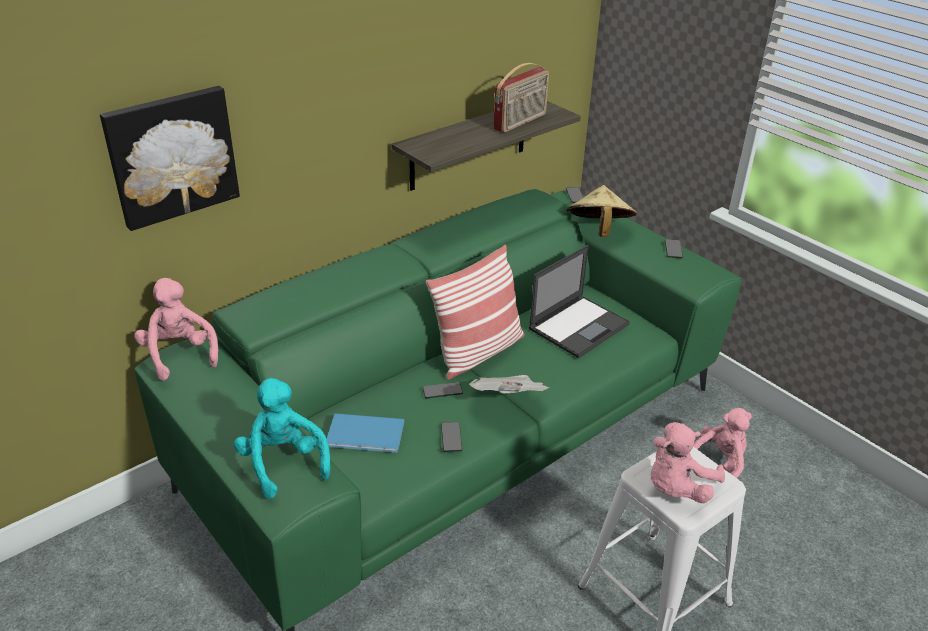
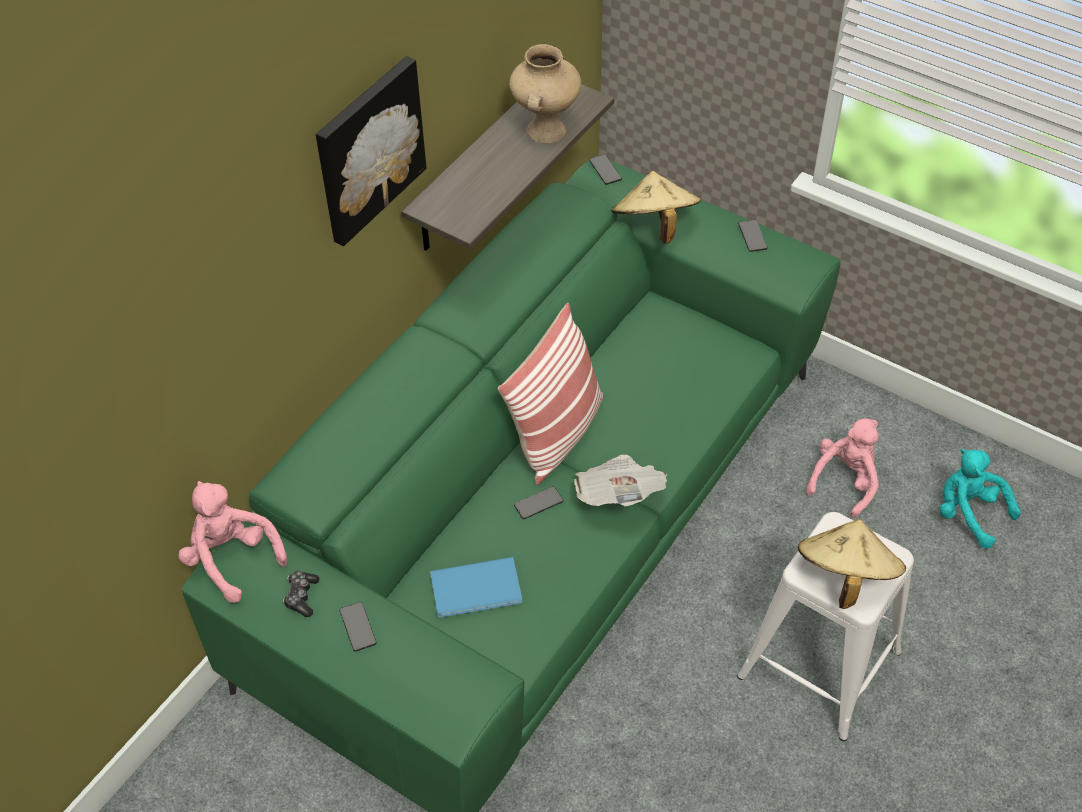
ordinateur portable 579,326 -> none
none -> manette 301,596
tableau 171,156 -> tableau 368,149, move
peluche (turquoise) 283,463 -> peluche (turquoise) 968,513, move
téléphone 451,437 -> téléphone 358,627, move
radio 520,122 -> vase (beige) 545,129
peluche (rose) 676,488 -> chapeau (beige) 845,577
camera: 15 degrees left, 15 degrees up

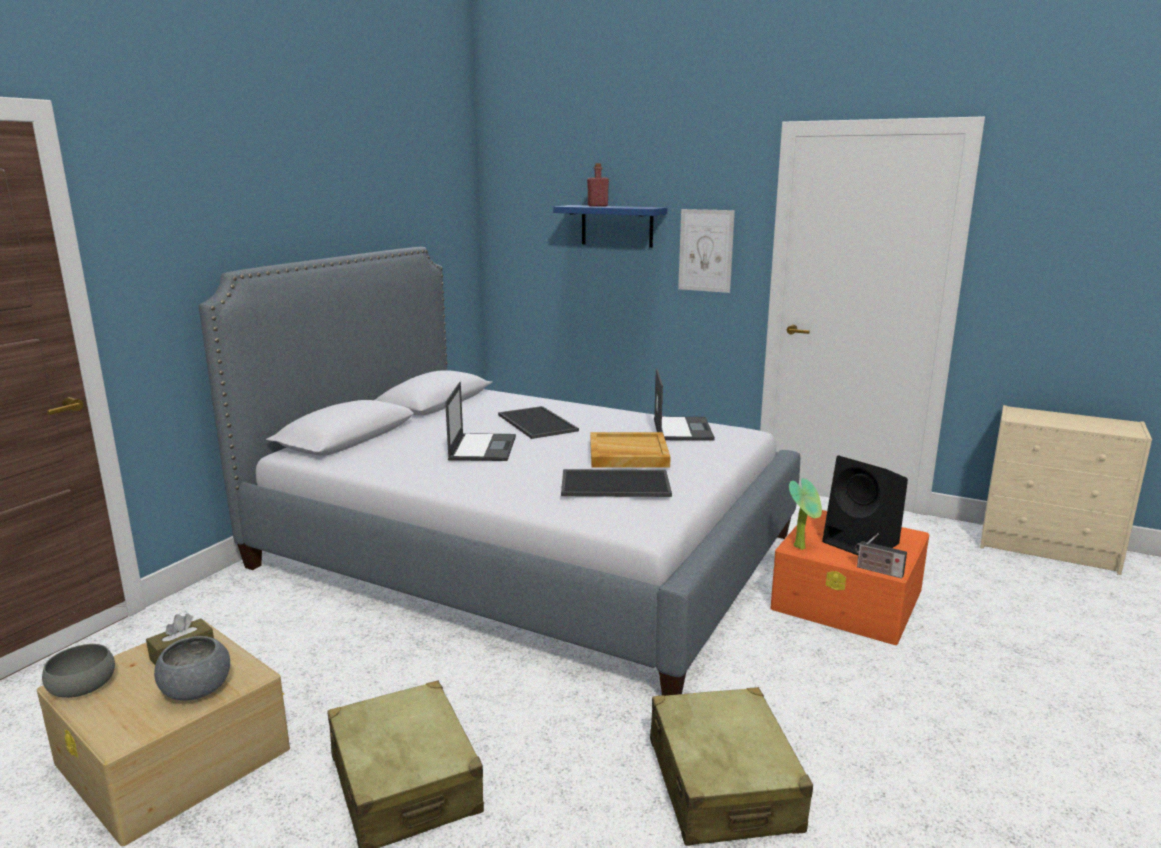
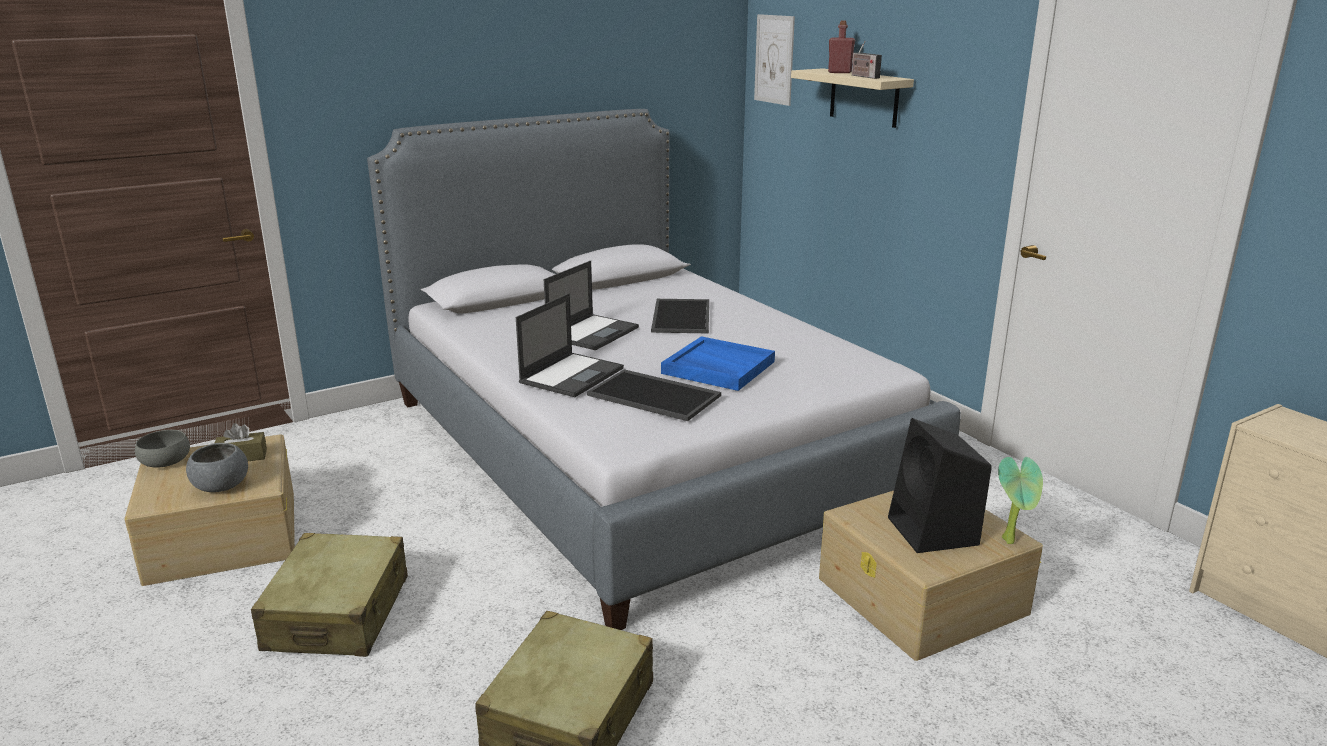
ordinateur portable 682,429 -> ordinateur portable 572,375, move
tableau 706,250 -> tableau 774,59, move
plante en pot 802,547 -> plante en pot 1011,541, move
radio 877,571 -> radio 863,76, move
étagère (bleu) 617,226 -> étagère (beige) 864,97
plateau (beige) 627,454 -> plateau (bleu) 717,367
boîte de rangement (orange) 848,600 -> boîte de rangement (beige) 922,596
camera: 30 degrees right, 5 degrees up

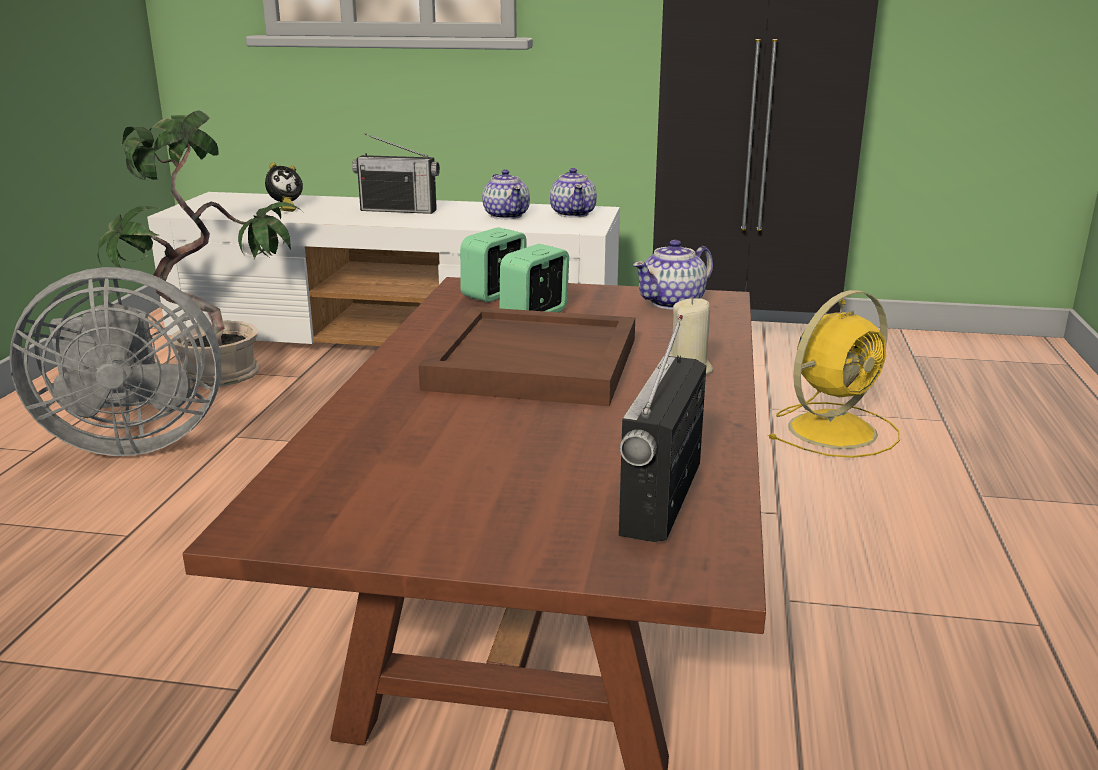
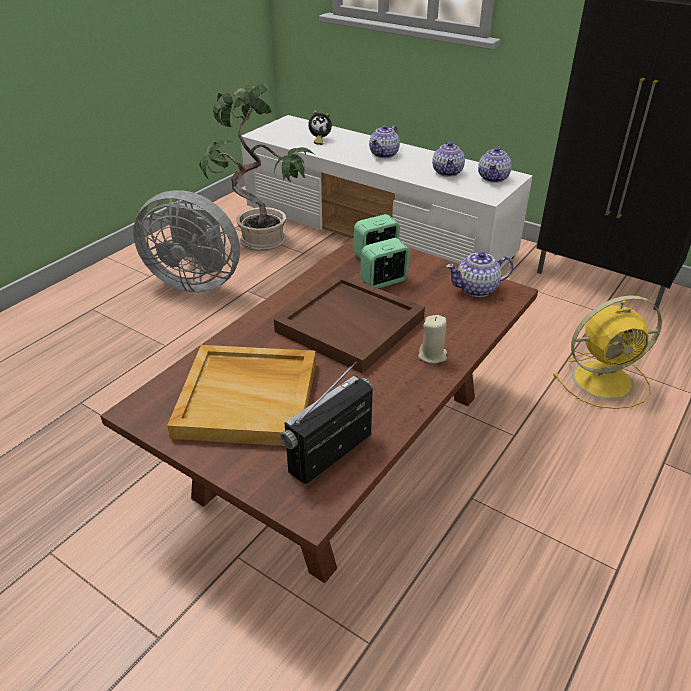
none -> plateau (beige) 249,397
radio 399,210 -> théière 384,154
camera: 25 degrees right, 15 degrees up

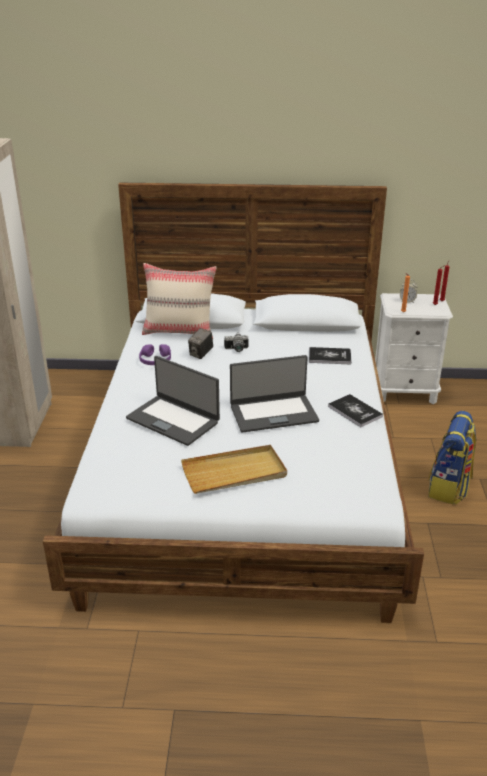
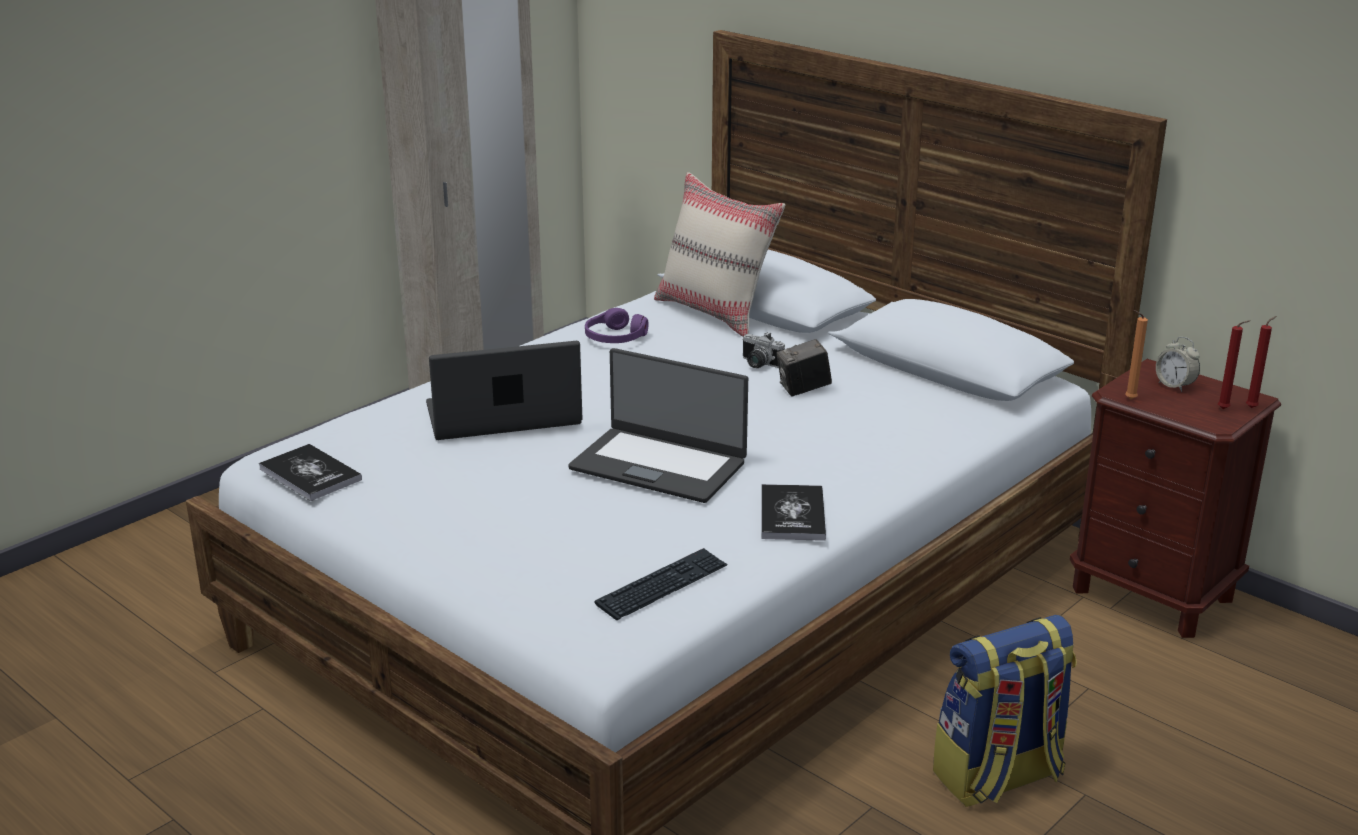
plateau (beige) 234,473 -> none
none -> clavier 662,586
appareil photo 201,354 -> appareil photo 803,389, move
livre 329,357 -> livre 310,474, move
table de chevet (blanc) 404,391 -> table de chevet (marron) 1152,594
ordinateur portable 173,420 -> ordinateur portable 503,416, 90 degrees clockwise
camera: 40 degrees right, 5 degrees down

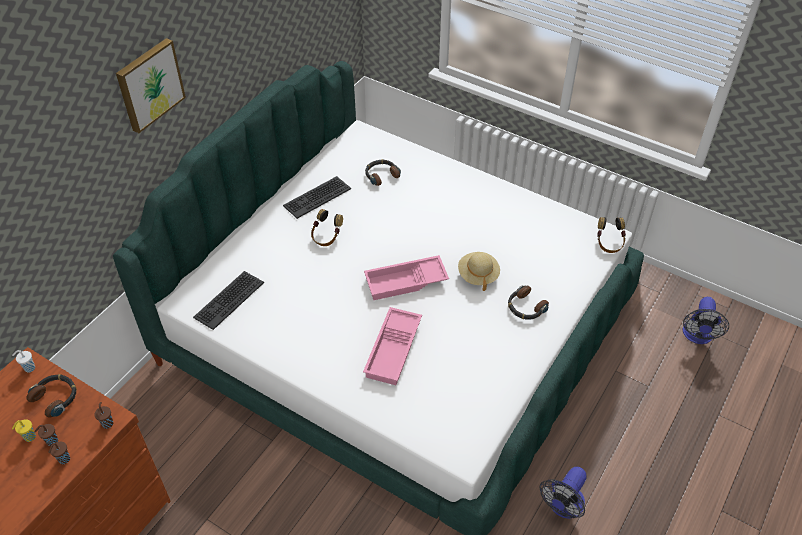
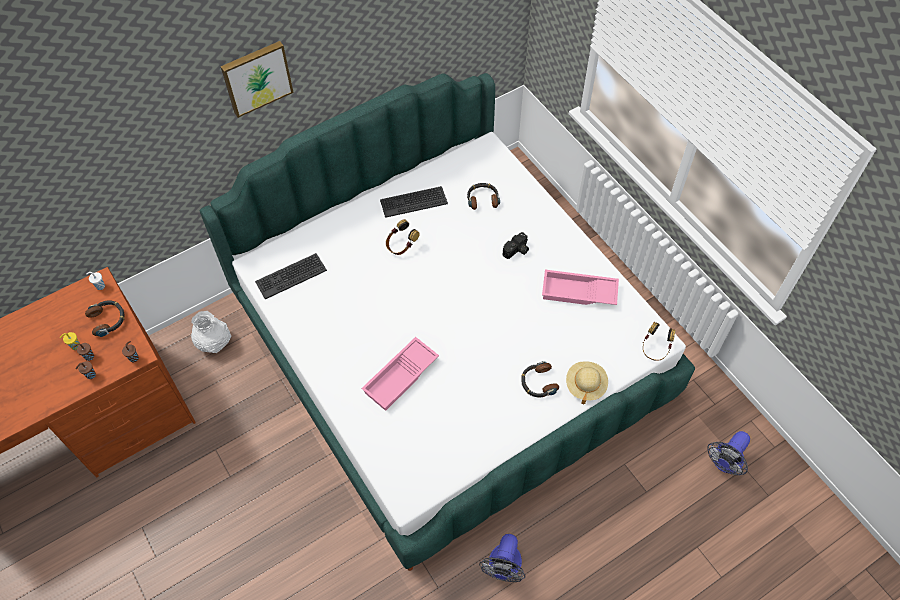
none -> vase (blanc) 214,343
none -> appareil photo 516,251
plateau (rose) 405,282 -> plateau (rose) 578,293, move
chapeau (beige) 478,275 -> chapeau (beige) 585,385, move
ventilateur 563,507 -> ventilateur 503,567, 45 degrees counterclockwise
camera: 25 degrees right, 10 degrees up

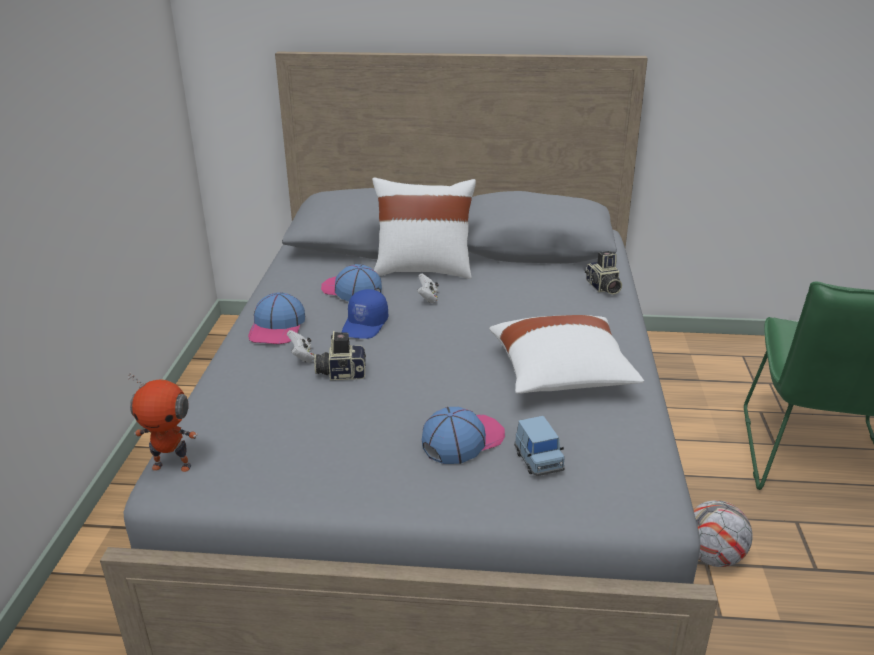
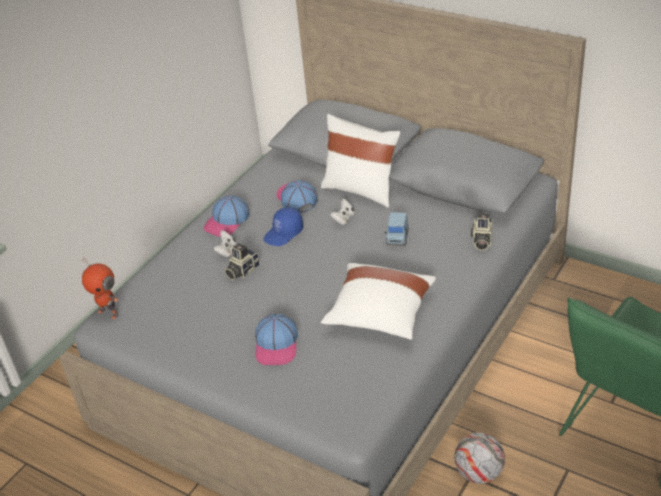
petite voiture (bleu) 538,461 -> petite voiture (bleu) 397,237, move
appareil photo 341,372 -> appareil photo 241,271, 75 degrees counterclockwise
casquette 462,440 -> casquette 277,345, 105 degrees clockwise
camera: 30 degrees right, 10 degrees up

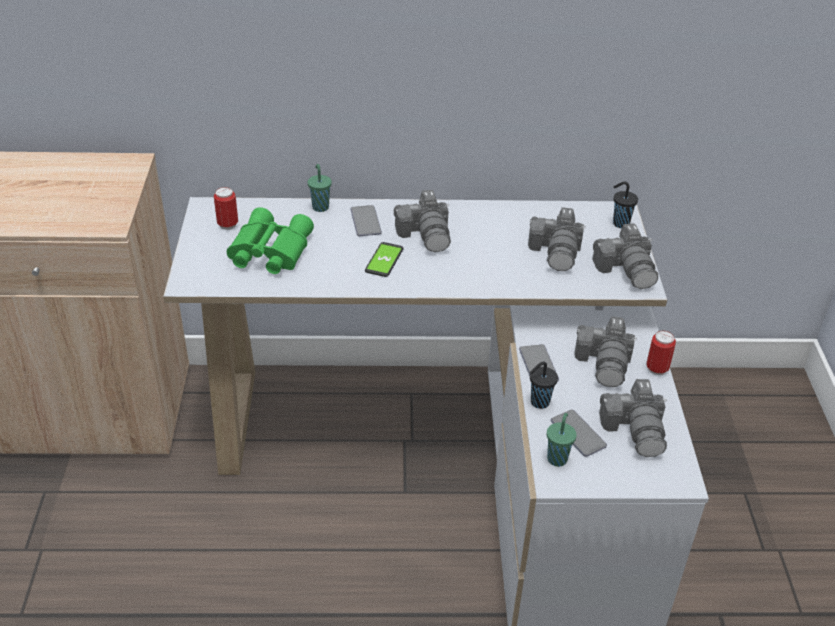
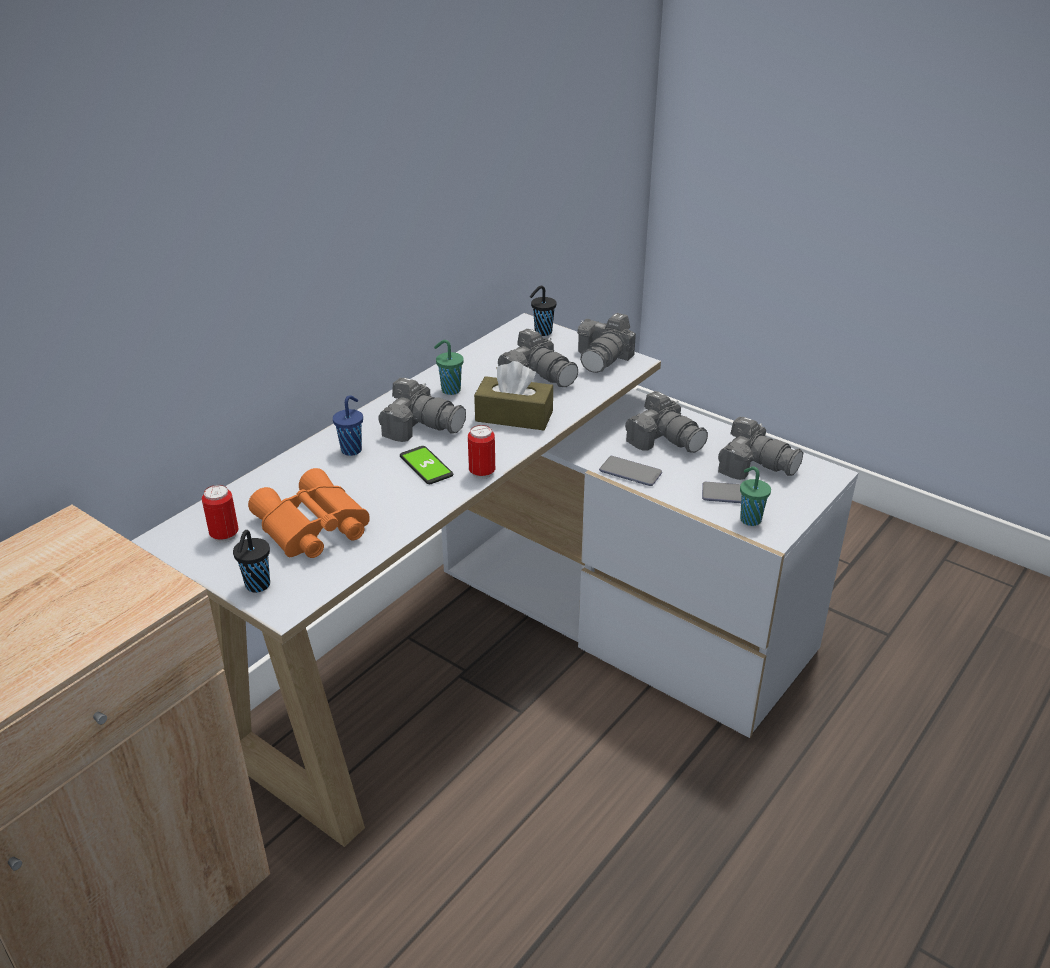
none -> boîte à mouchoirs (marron) 514,416
tasse (vert) 320,207 -> tasse (vert) 449,390, move
tasse (noir) 538,402 -> tasse (noir) 257,586, move
boîte métallique 657,369 -> boîte métallique 482,473, move
téléphone 365,222 -> tasse (bleu) 352,449
jumelles (vert) 268,251 -> jumelles (orange) 311,528
appareil photo 627,269 -> appareil photo 604,358, 90 degrees clockwise
camera: 50 degrees left, 5 degrees down

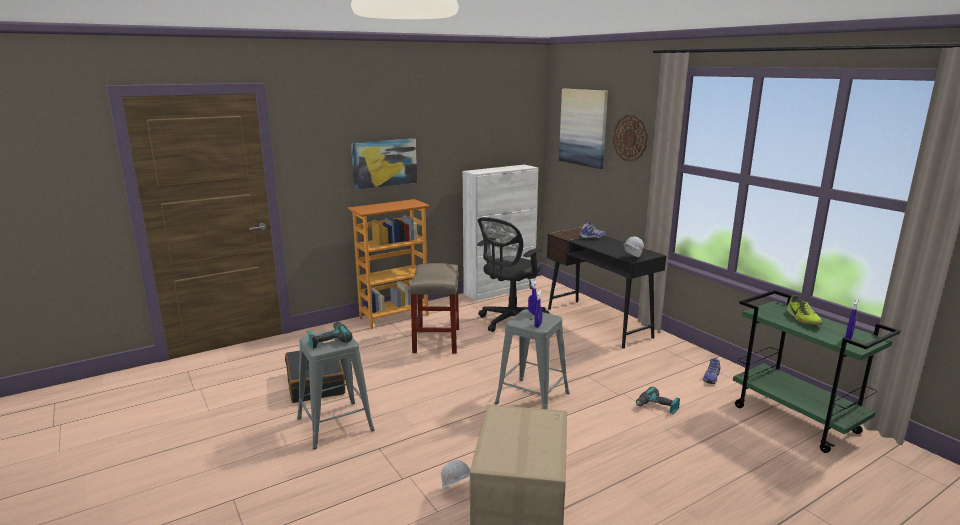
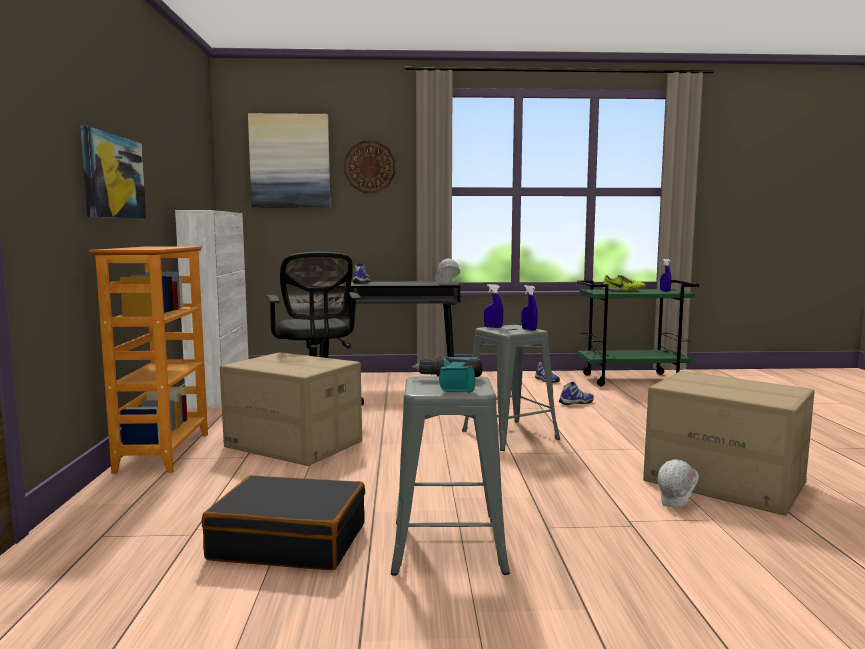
tabouret (beige) 436,340 -> carton 292,445
perceuse 657,407 -> chaussure 576,403
camera: 60 degrees left, 10 degrees down

